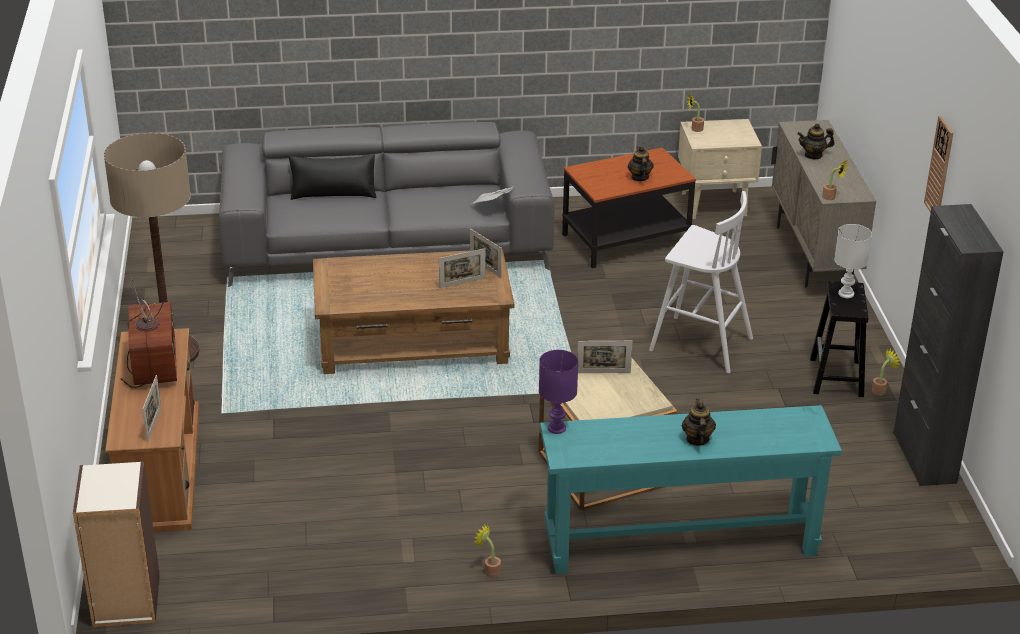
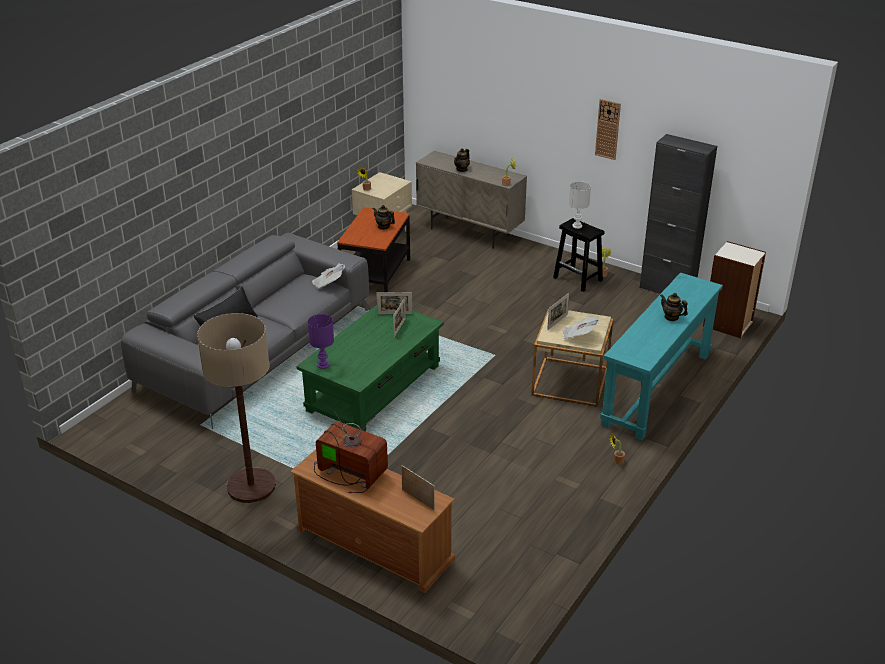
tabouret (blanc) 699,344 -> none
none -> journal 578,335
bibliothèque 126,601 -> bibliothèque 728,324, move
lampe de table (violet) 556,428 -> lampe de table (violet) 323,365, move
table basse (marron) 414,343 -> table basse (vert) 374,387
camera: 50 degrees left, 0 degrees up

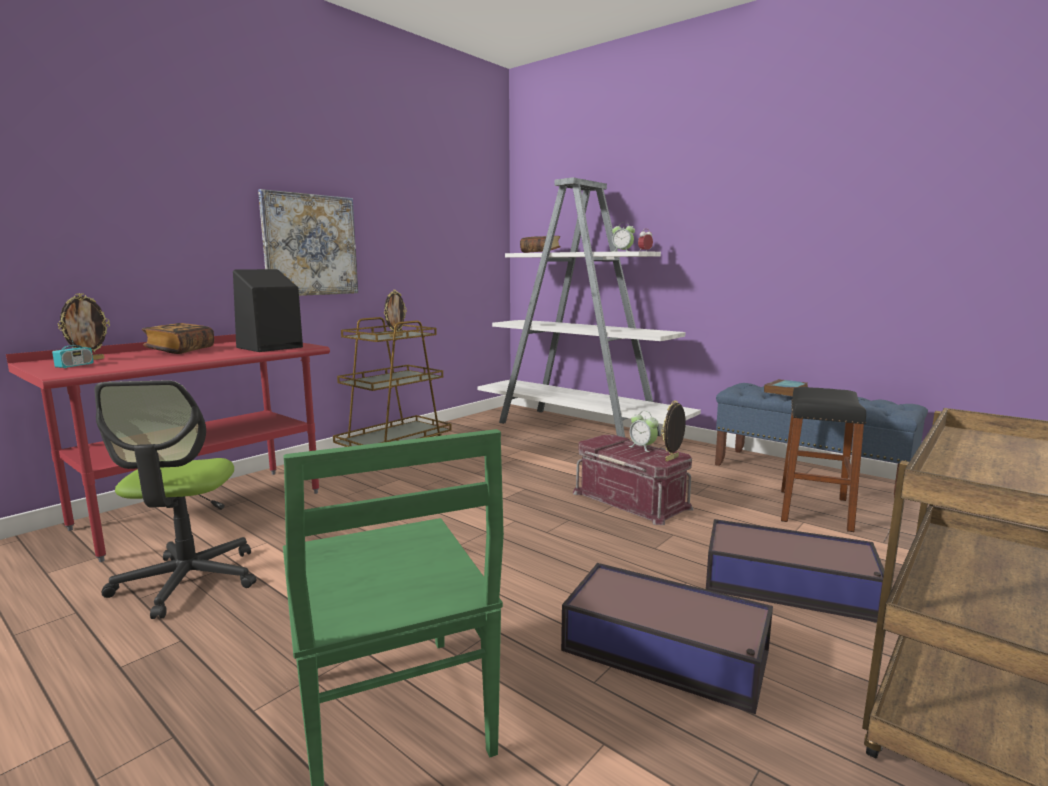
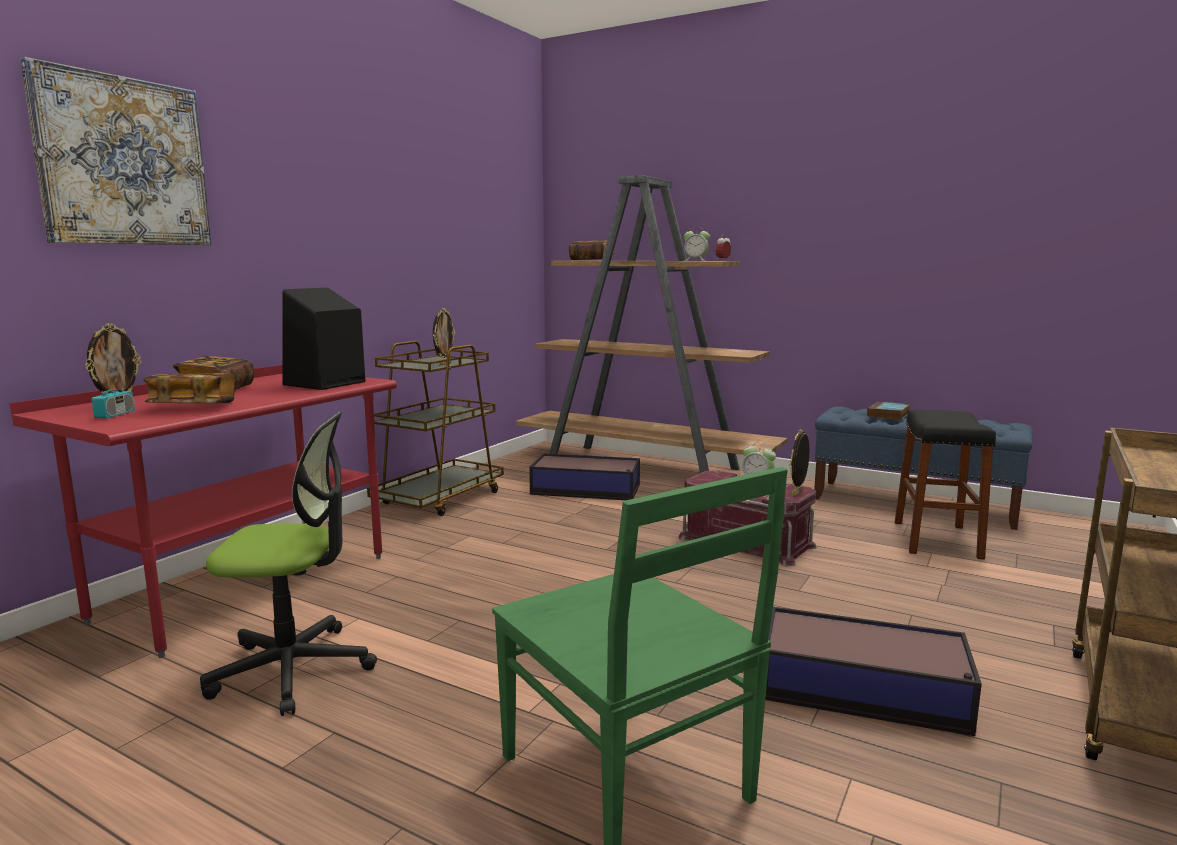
none -> livre 193,407
tableau 310,245 -> tableau 123,162, move
boîte de rangement 790,586 -> boîte de rangement 587,489, move
bibliothèque (blanc) 579,429 -> bibliothèque (marron) 645,466
chaise de bureau 188,581 -> chaise de bureau 293,669, 75 degrees counterclockwise
camera: 10 degrees left, 0 degrees up

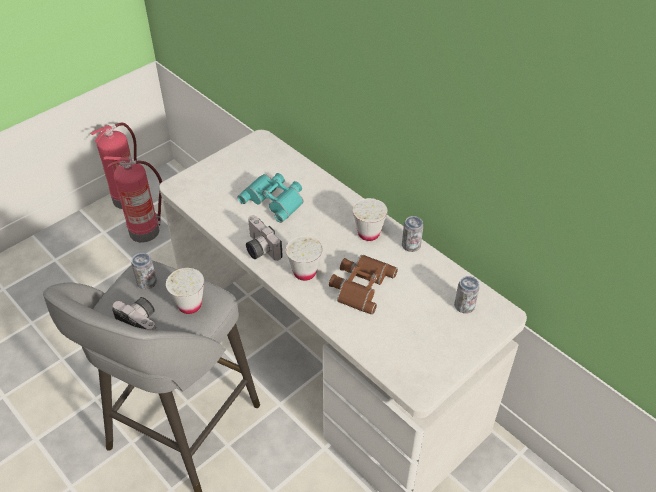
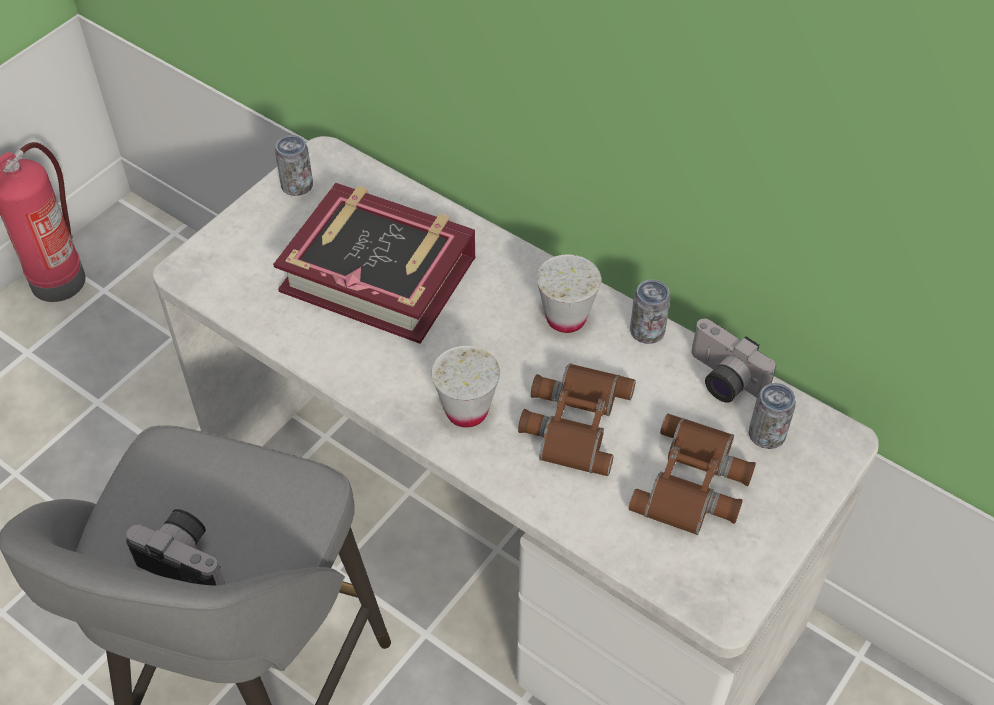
extincteur 146,231 -> none
tasse (blanc) 189,305 -> none
none -> jumelles (marron) 695,484
boîte métallique 147,282 -> boîte métallique 297,186, move
appareil photo 259,249 -> appareil photo 721,380, move
jumelles (turquoise) 275,199 -> livre 379,273
camera: 10 degrees left, 5 degrees up

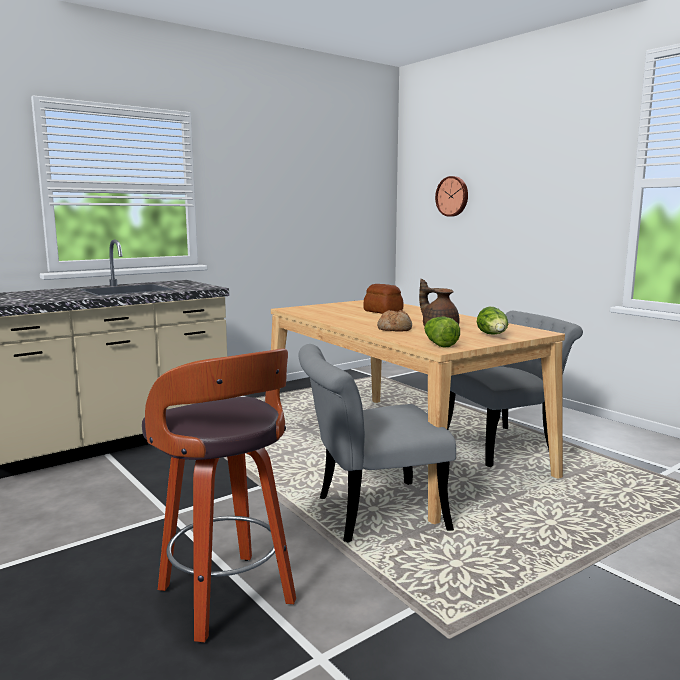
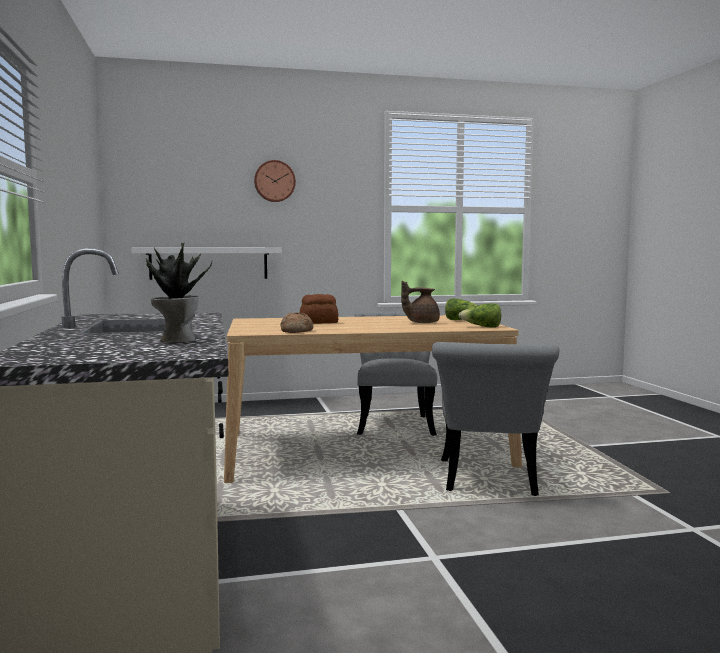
tabouret 228,598 -> none
none -> étagère (blanc) 209,263
none -> plante en pot 176,340
pain 395,329 -> pain 296,331, move
horloge murale 453,196 -> horloge murale 274,181, move
camera: 65 degrees left, 5 degrees down

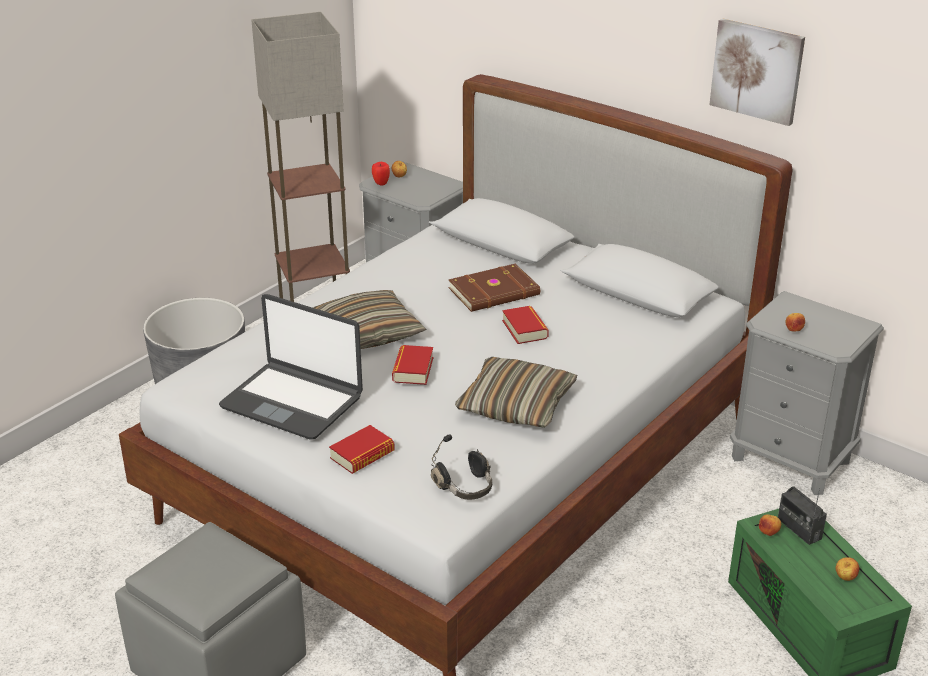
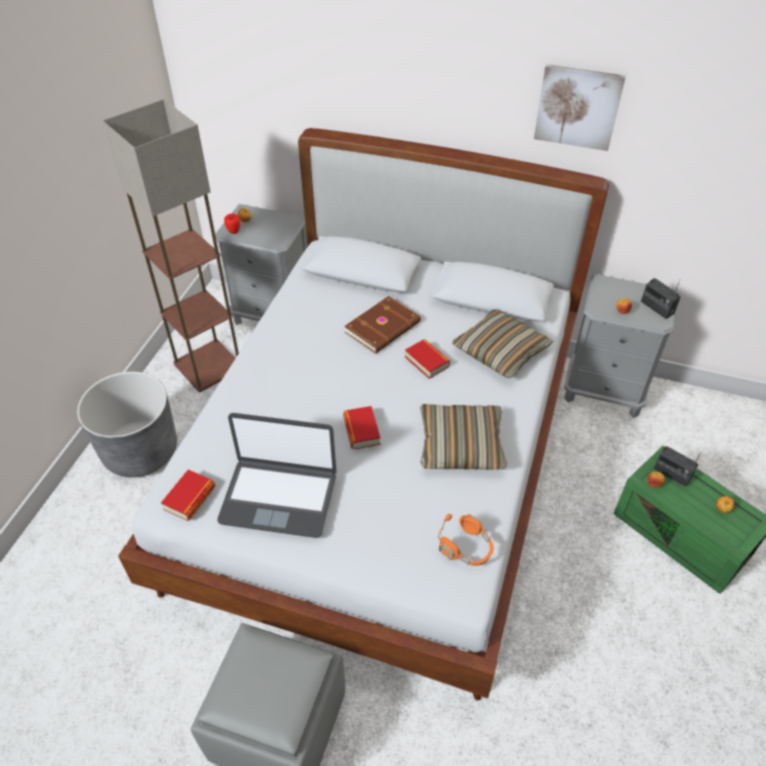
none -> radio 657,308
coussin 368,332 -> coussin 500,351, move
livre 362,455 -> livre 189,498, move
casque audio (noir) 465,487 -> casque audio (orange) 467,548
camera: 20 degrees left, 15 degrees up

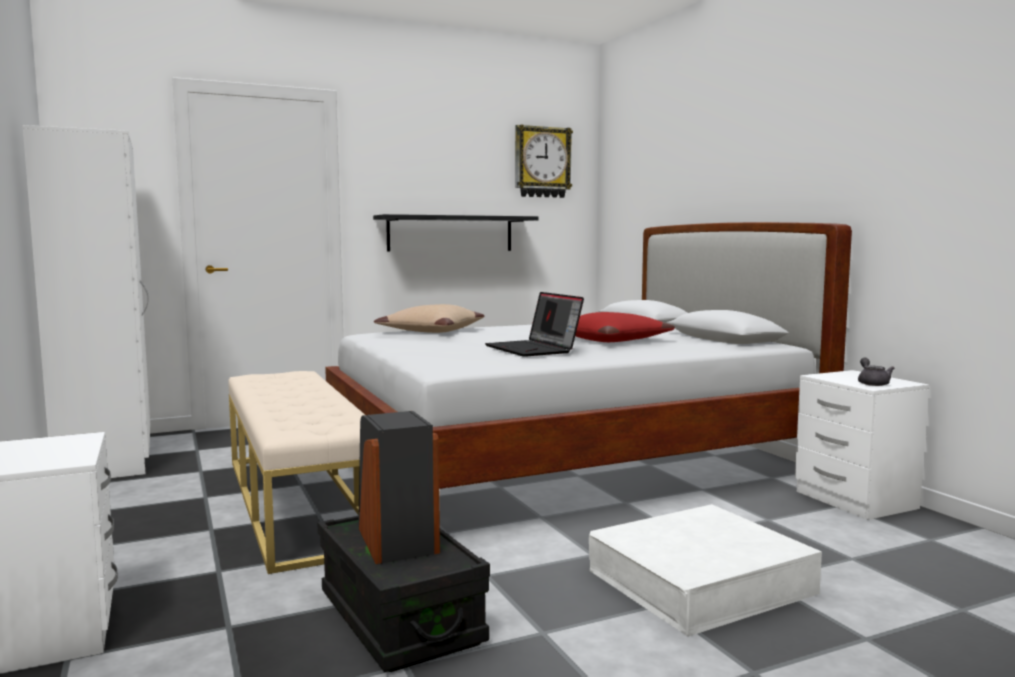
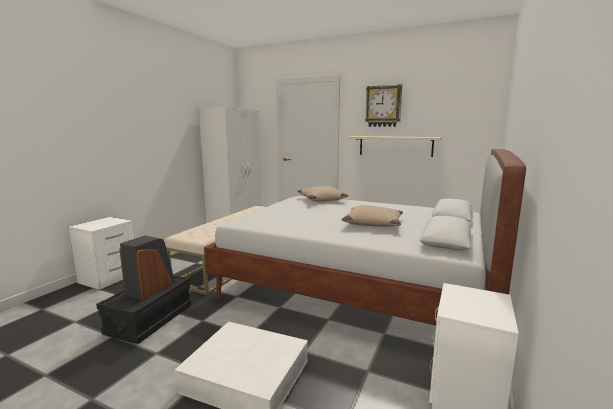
ordinateur portable 534,349 -> none
théière (gris) 872,383 -> none
horloge murale 542,162 -> horloge murale 383,106, move
étagère (noir) 450,233 -> étagère (beige) 395,146
coussin (rouge) 613,340 -> coussin (beige) 373,224
camera: 50 degrees right, 5 degrees up

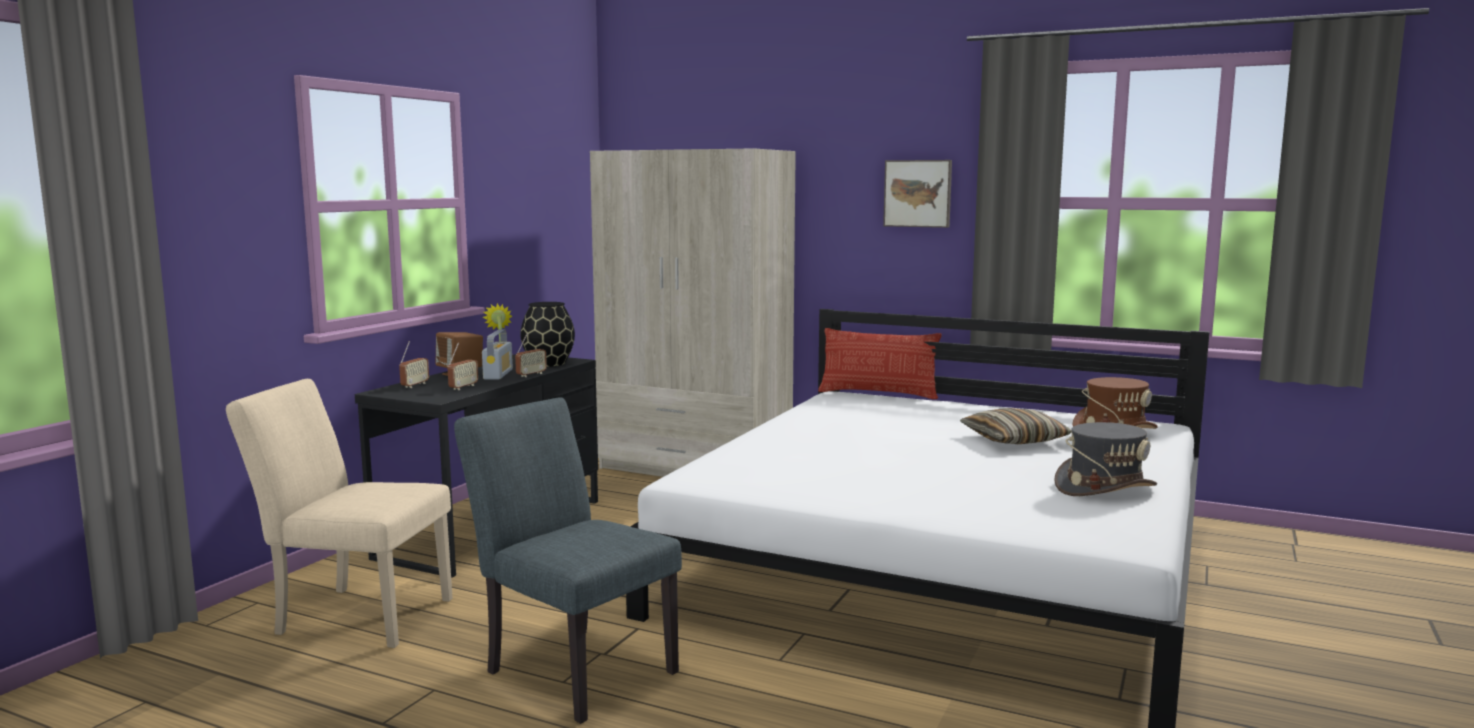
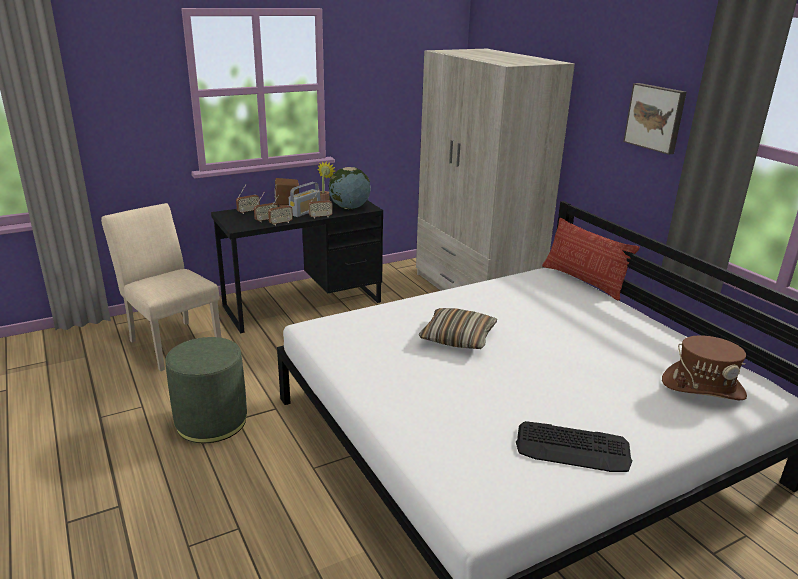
none -> radio 280,223
coussin 1014,439 -> coussin 457,337, move
chaise (gris) 572,668 -> pouf (vert) 211,421
vase (noir) 548,363 -> globe 349,208
chapeau (gris) 1104,488 -> clavier 573,448
camera: 35 degrees right, 15 degrees up

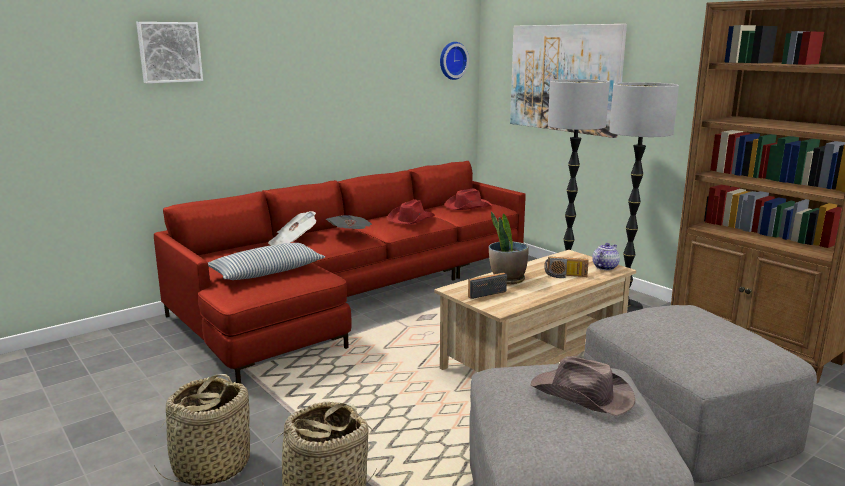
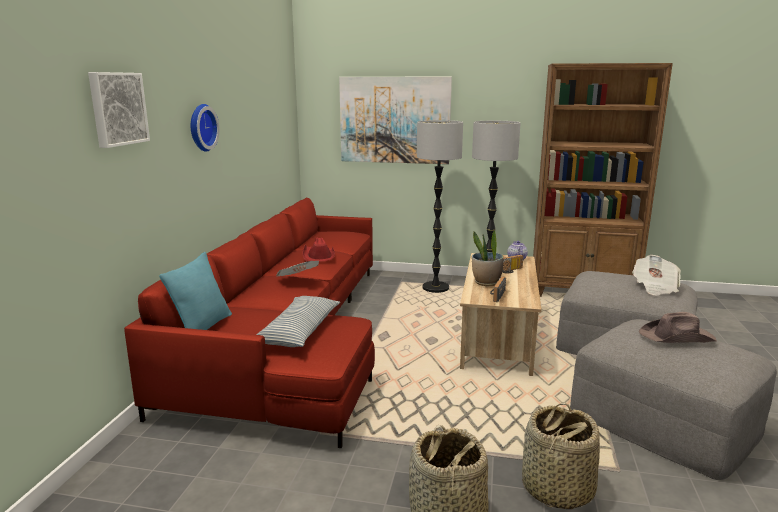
chapeau (rouge) 467,206 -> none
none -> coussin (turquoise) 203,328
journal 293,241 -> journal 654,287, move
horloge murale 452,60 -> horloge murale 200,127, move
camera: 40 degrees left, 0 degrees up

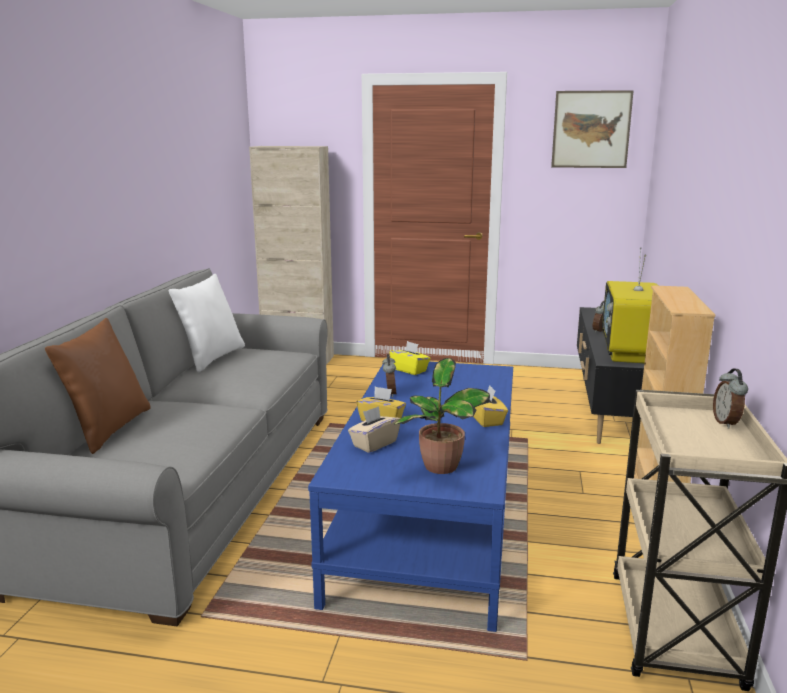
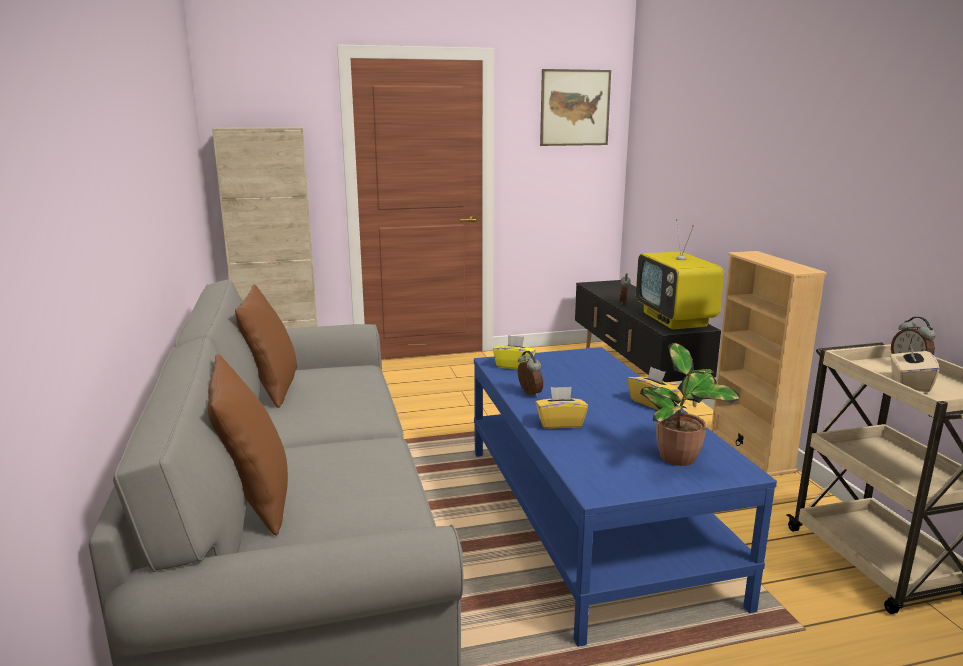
boîte à mouchoirs (beige) 374,444 -> boîte à mouchoirs (beige) 909,383, move
coussin (blanc) 212,358 -> coussin (marron) 272,388
camera: 25 degrees left, 0 degrees up

